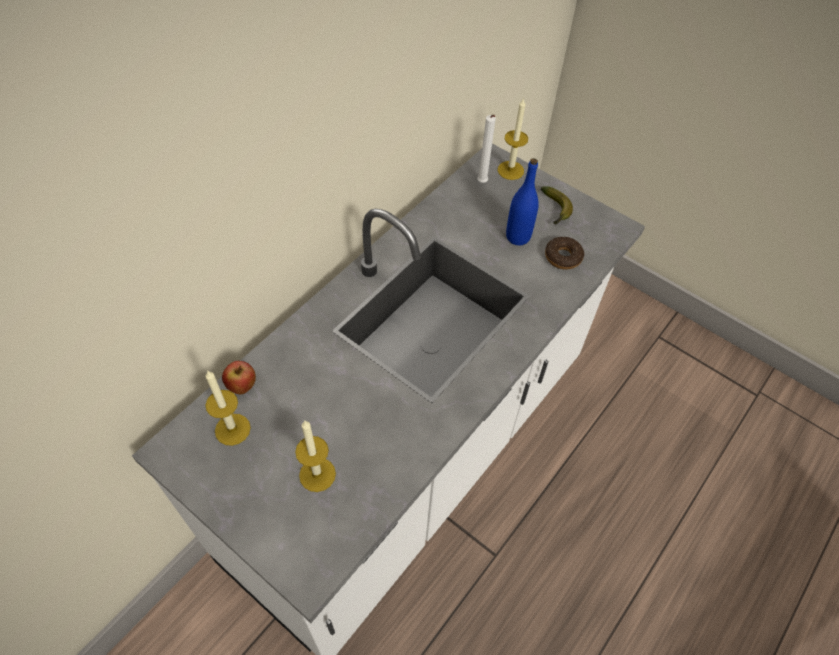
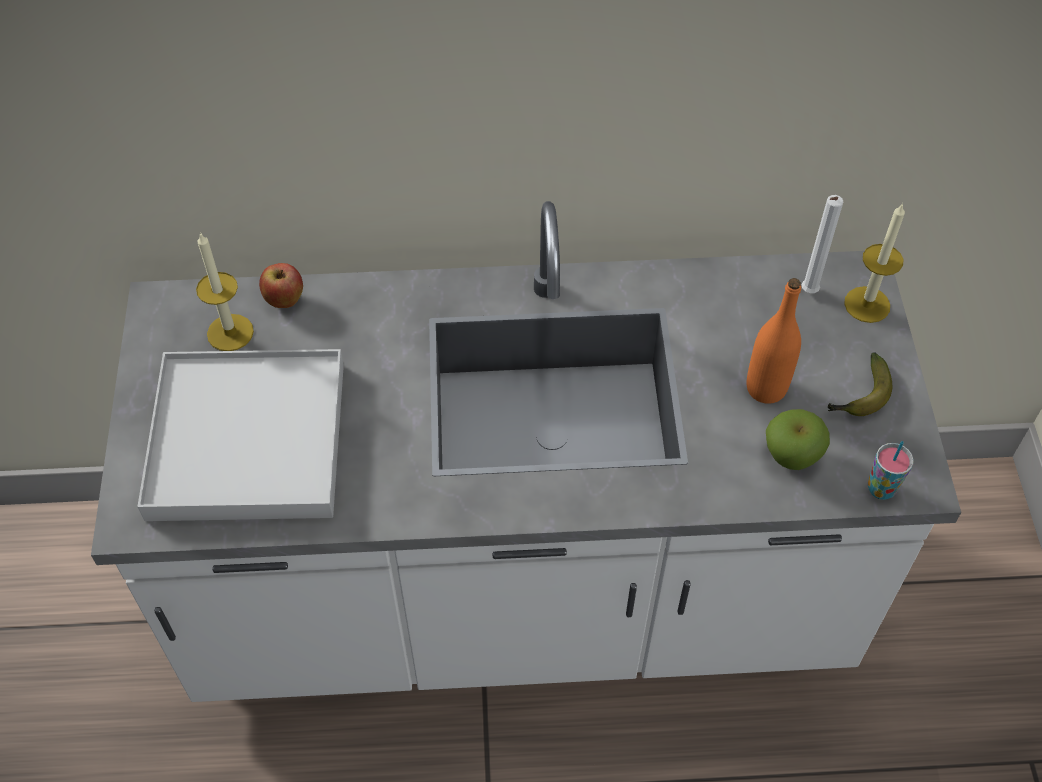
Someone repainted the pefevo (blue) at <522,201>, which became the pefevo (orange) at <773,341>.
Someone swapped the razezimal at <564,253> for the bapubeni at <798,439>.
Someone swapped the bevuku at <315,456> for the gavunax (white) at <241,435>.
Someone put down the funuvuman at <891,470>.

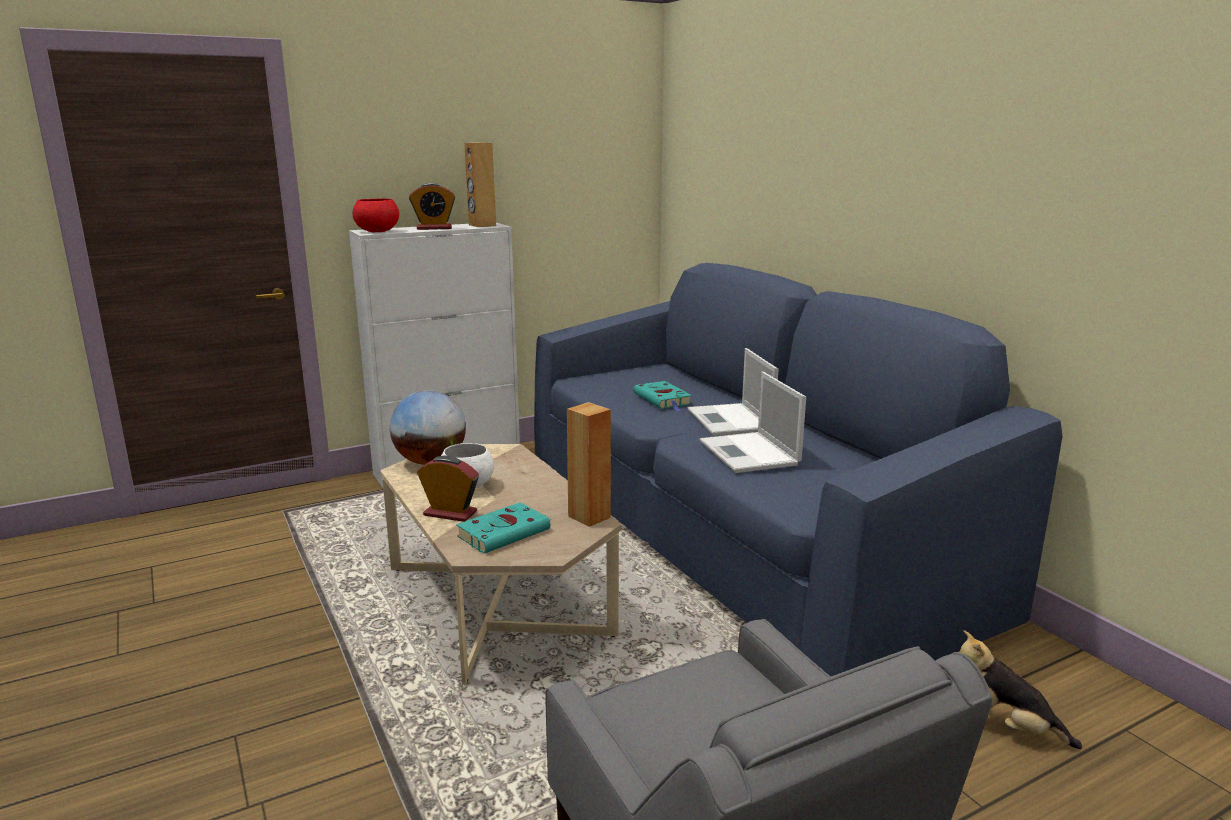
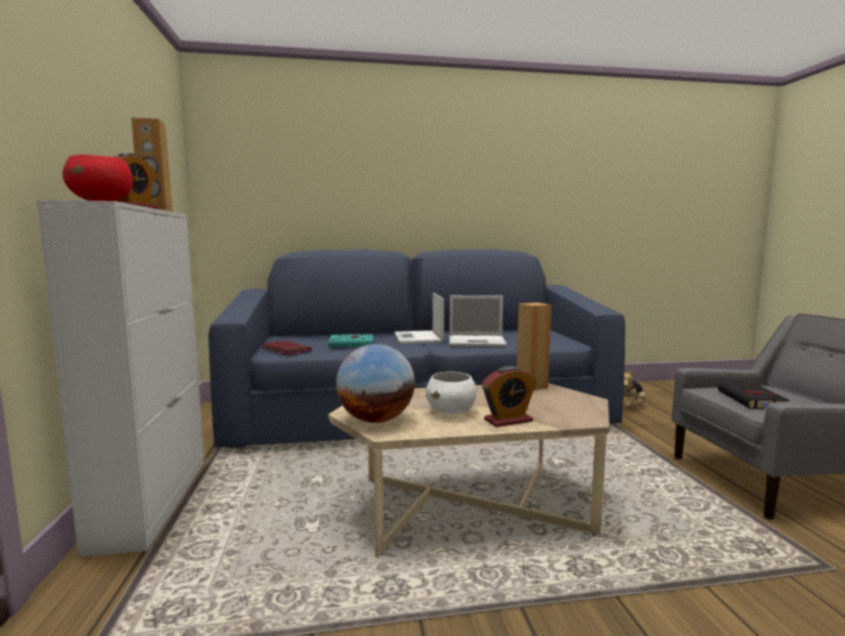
Someone rotated the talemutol at <733,392> by 75 degrees clockwise.
Someone rotated the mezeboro at <448,488> by 150 degrees counterclockwise.
Someone took away the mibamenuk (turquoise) at <503,528>.
Someone put down the mibamenuk (red) at <287,347>.
Someone put down the mibamenuk (black) at <754,396>.

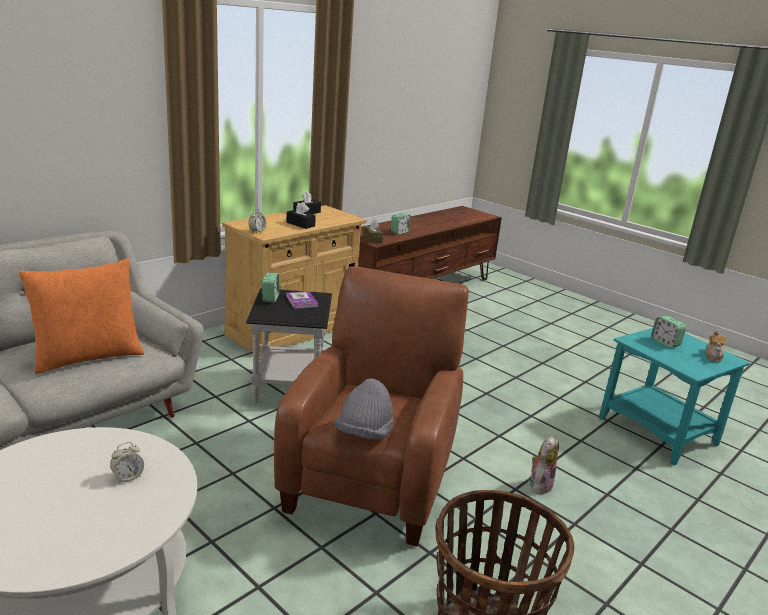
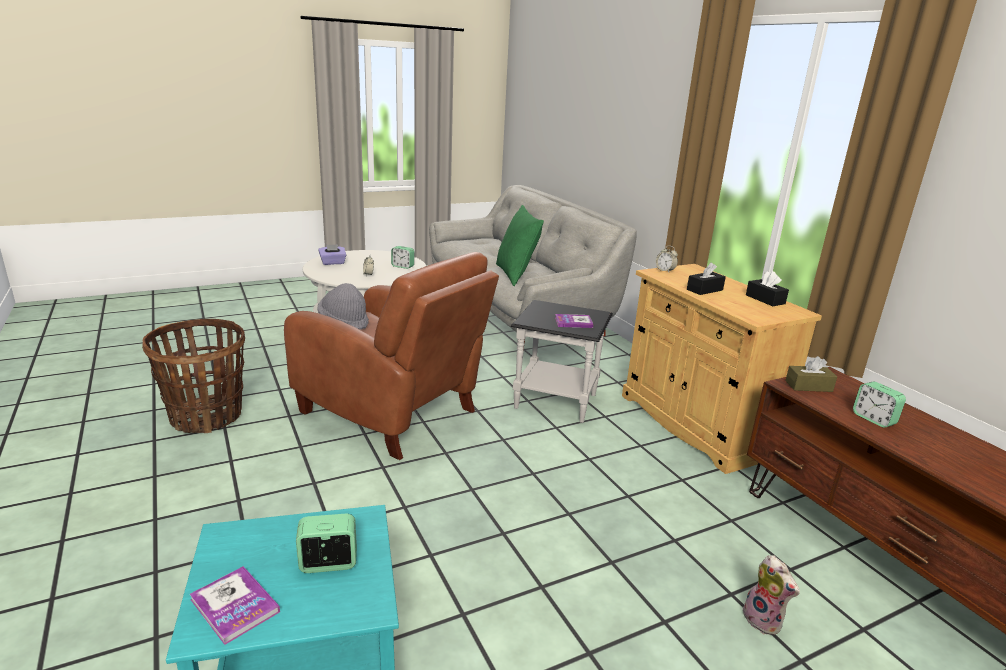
Someone repainted the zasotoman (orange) at <81,316>, which became the zasotoman (green) at <520,245>.
Someone carried the mezeboro from <270,288> to <402,257>.
Someone swapped the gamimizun at <715,346> for the mibamenuk at <235,605>.
Someone carried the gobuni from <544,465> to <771,595>.
Someone put down the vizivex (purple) at <332,254>.

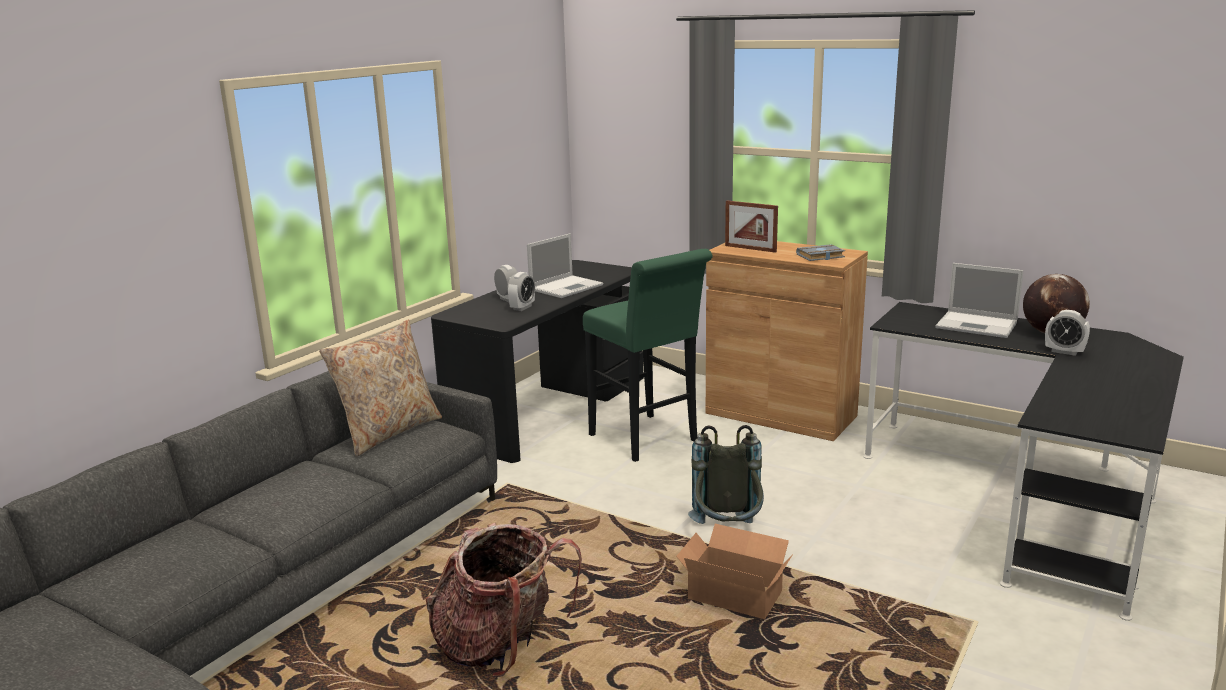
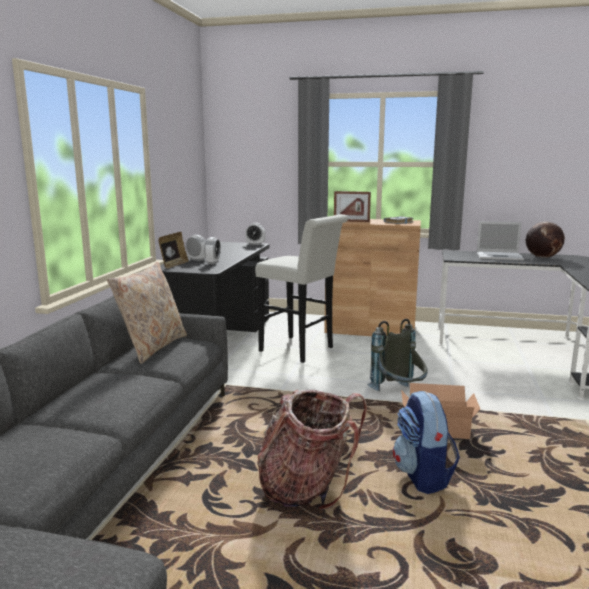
Someone took away the talemutol at <565,265>.
Someone repainted the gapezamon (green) at <647,355>, which became the gapezamon (white) at <301,288>.
Someone carried the mezeboro from <1067,333> to <255,234>.
Someone put down the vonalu at <173,250>.
Someone put down the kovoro at <426,442>.

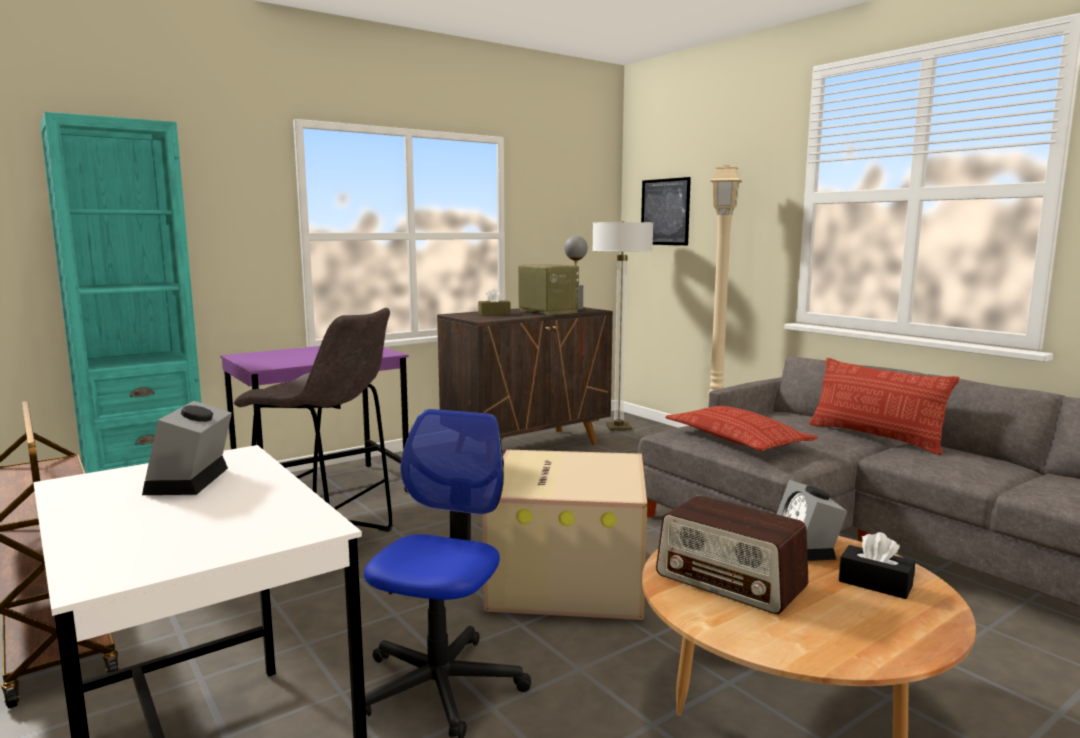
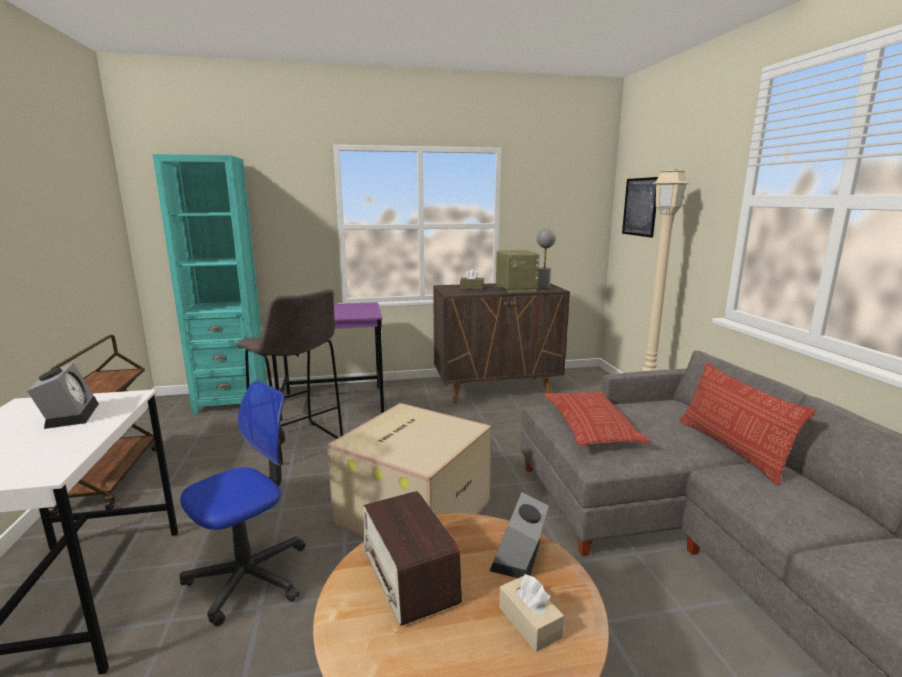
Someone took away the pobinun at <622,326>.
Someone rotated the mezeboro at <187,448> by 135 degrees clockwise.
Someone repainted the vizivex (black) at <877,565>, which became the vizivex (beige) at <531,613>.

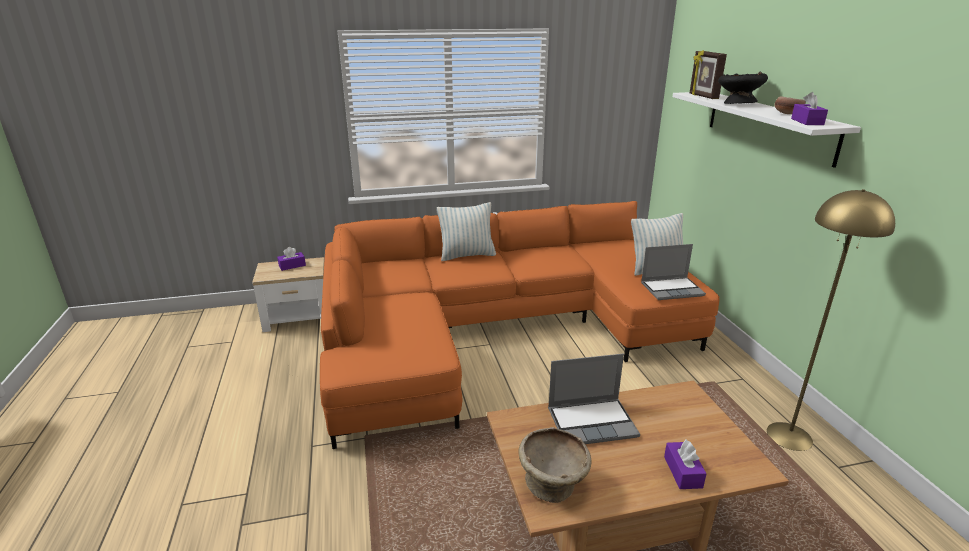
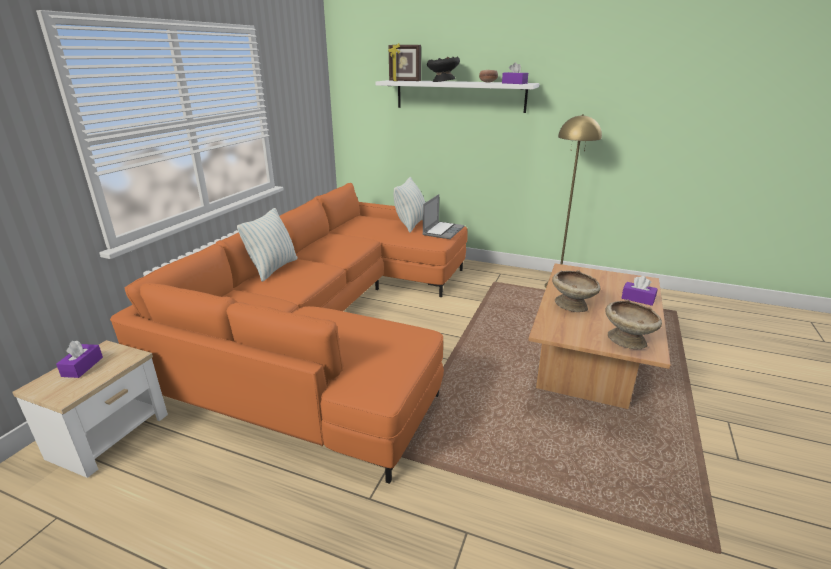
Someone swapped the talemutol at <594,399> for the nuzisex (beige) at <576,291>.

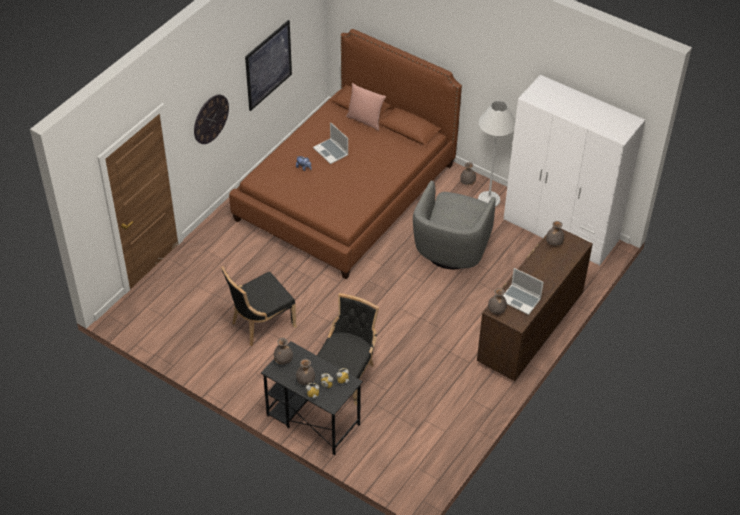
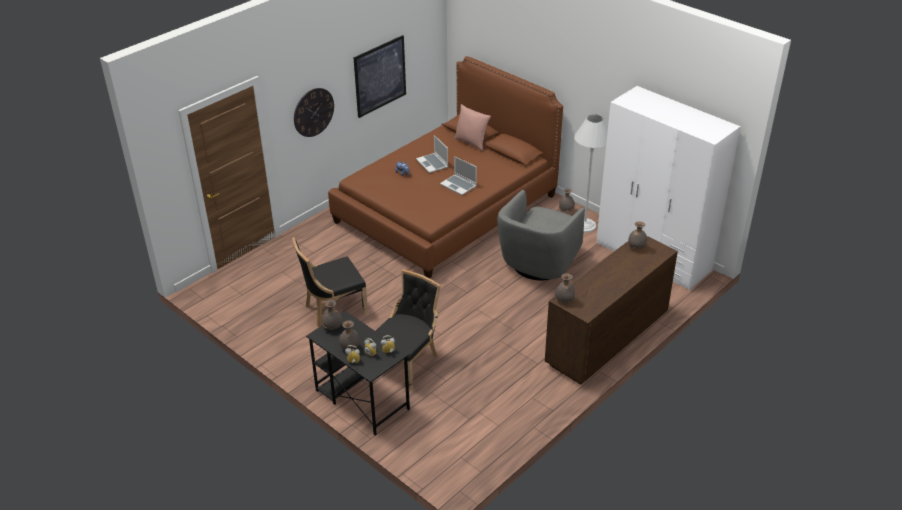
Someone carried the talemutol from <523,291> to <458,175>.

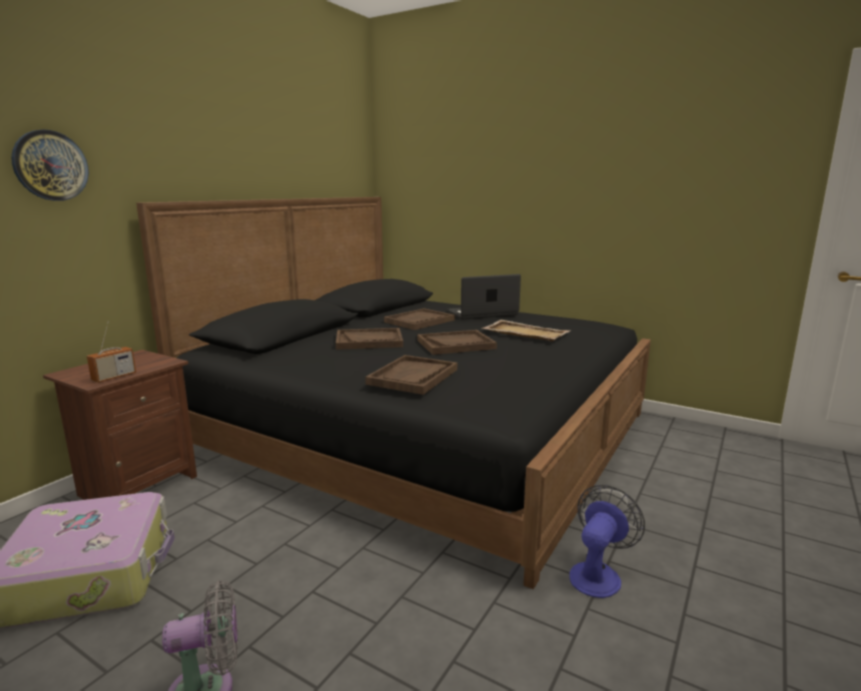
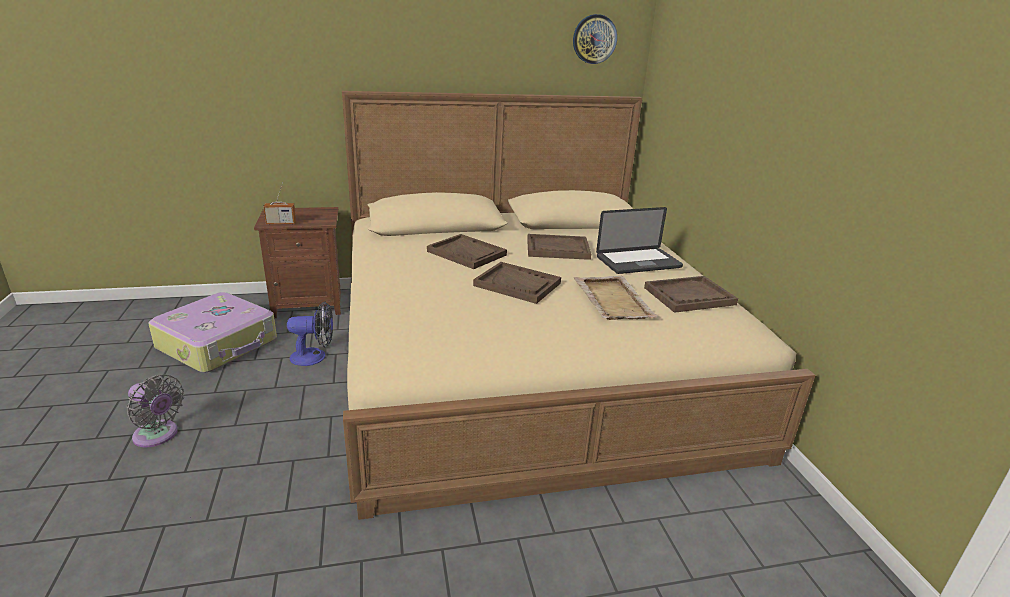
Someone carried the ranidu from <50,165> to <595,39>.
Someone repainted the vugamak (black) at <393,393>, which became the vugamak (beige) at <579,305>.
Someone rotated the talemutol at <484,297> by 135 degrees clockwise.
Someone carried the gavunax (brown) from <411,375> to <691,294>.
Someone carried the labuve from <607,541> to <310,333>.

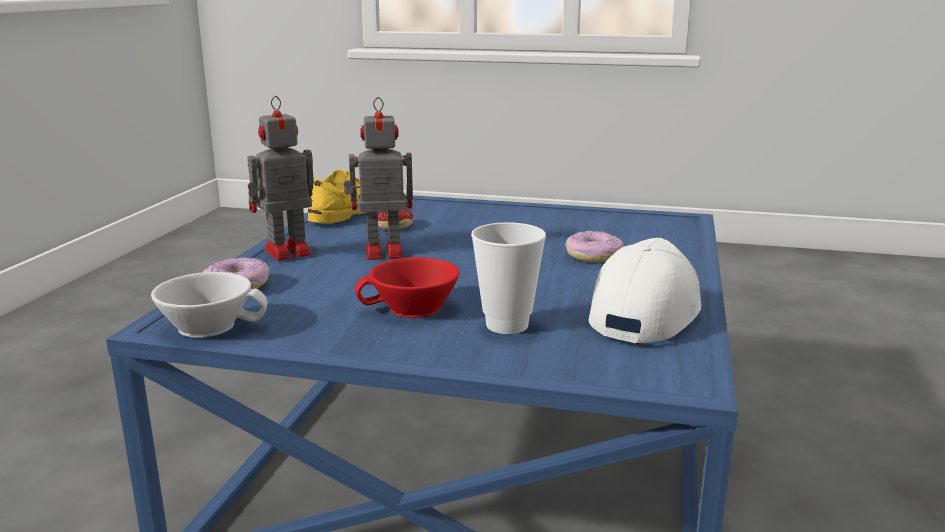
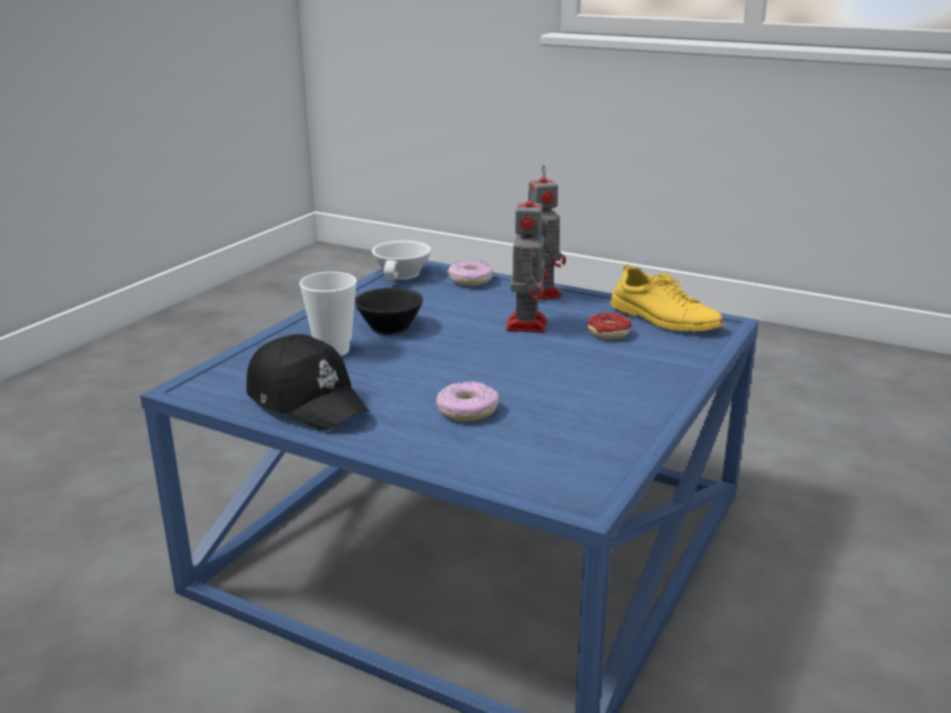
Someone repainted the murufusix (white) at <644,290>, which became the murufusix (black) at <307,382>.
Someone repainted the funuvuman (red) at <407,287>, which became the funuvuman (black) at <389,311>.

